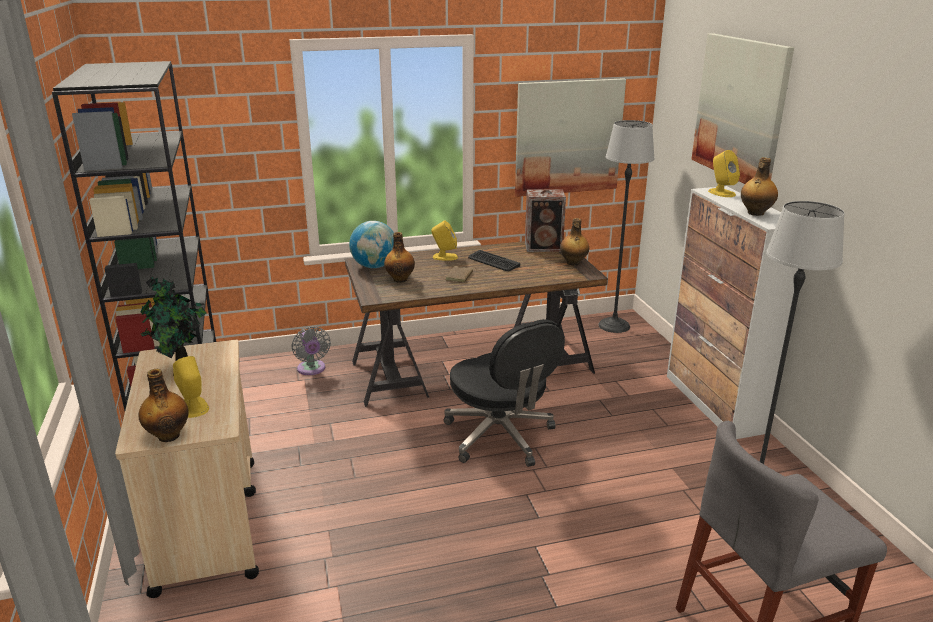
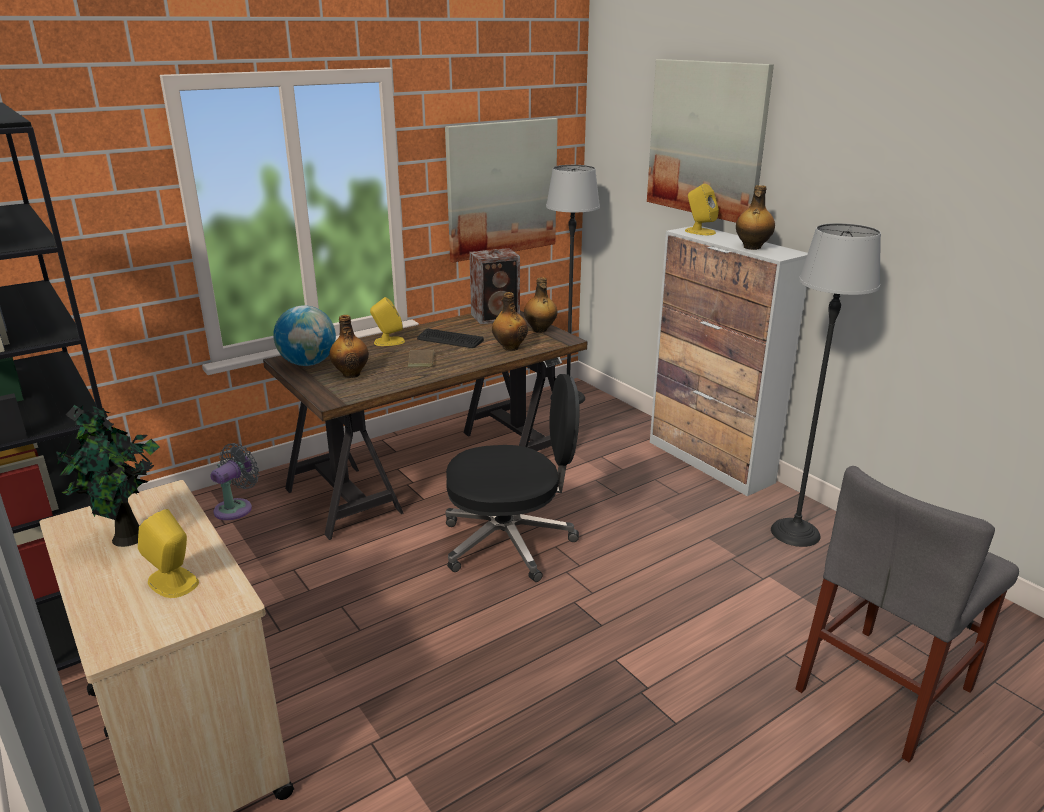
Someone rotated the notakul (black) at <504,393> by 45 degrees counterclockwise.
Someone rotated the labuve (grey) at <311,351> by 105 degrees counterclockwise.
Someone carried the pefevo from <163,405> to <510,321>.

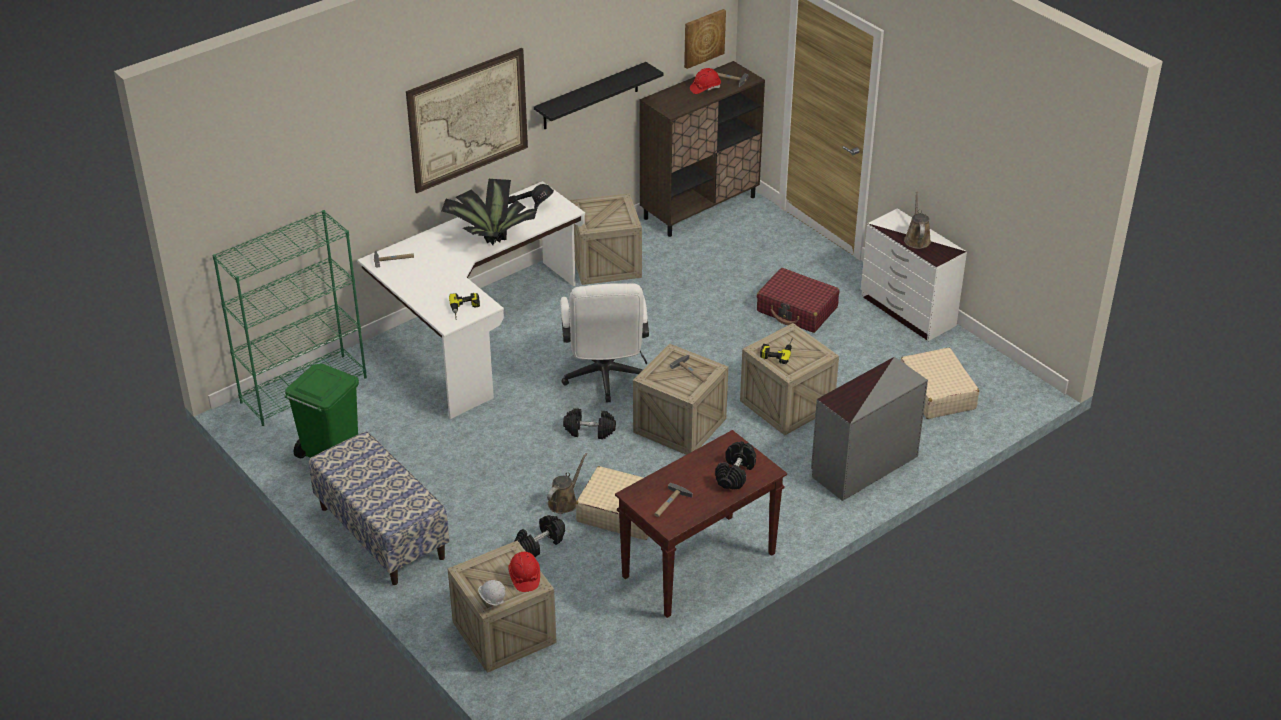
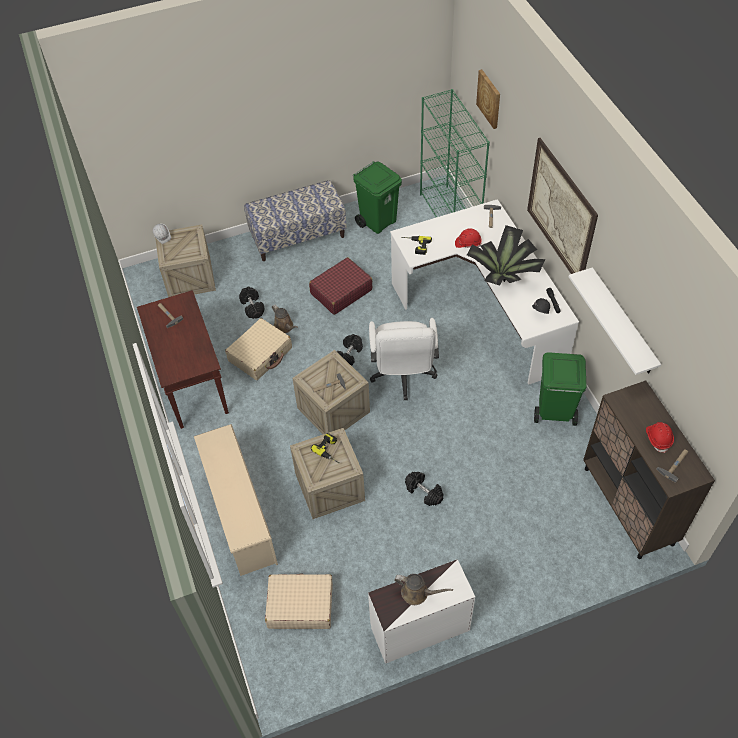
Someone carried the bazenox from <705,39> to <488,99>.
Someone repainted the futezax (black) at <599,95>, which became the futezax (white) at <615,321>.
Someone swapped the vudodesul at <606,239> for the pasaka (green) at <560,389>.
Someone carried the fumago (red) from <798,300> to <340,286>.
Someone rotated the notakul (white) at <604,342> by 105 degrees counterclockwise.
Someone swapped the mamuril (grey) at <869,429> for the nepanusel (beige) at <236,500>.
Someone carried the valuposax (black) from <735,465> to <424,489>.
Someone carried the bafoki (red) from <524,572> to <468,238>.

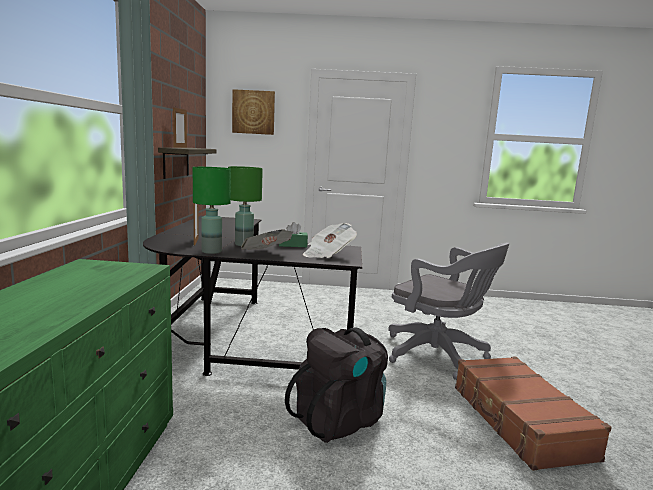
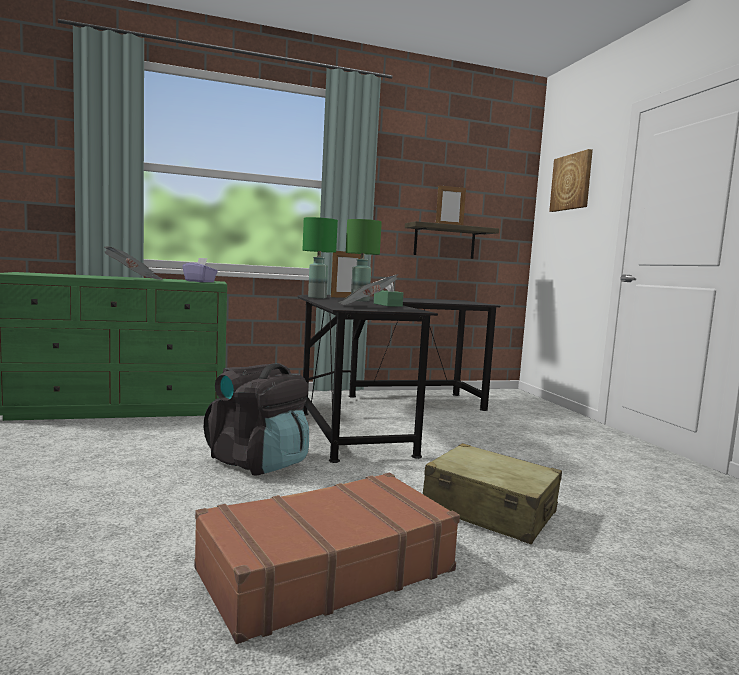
Someone carried the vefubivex from <267,239> to <133,263>.
Someone swapped the notakul (grey) at <449,311> for the fumago (beige) at <492,493>.
Someone put down the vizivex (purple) at <200,270>.

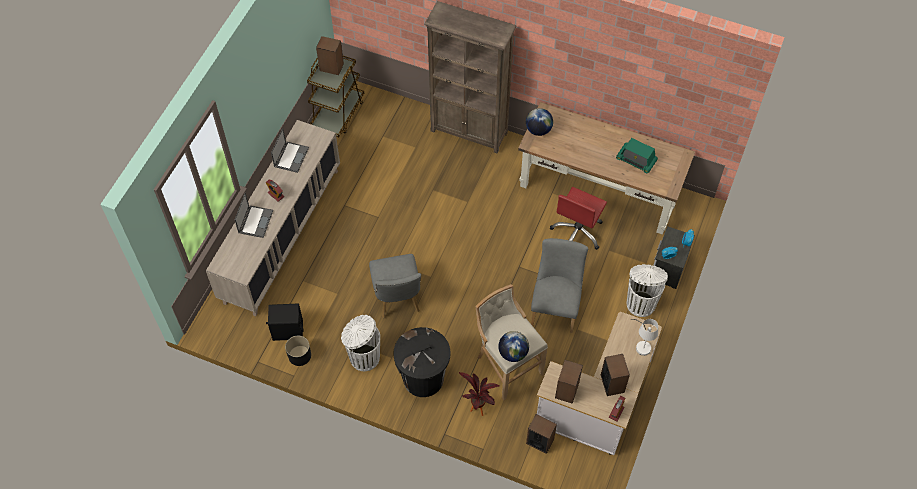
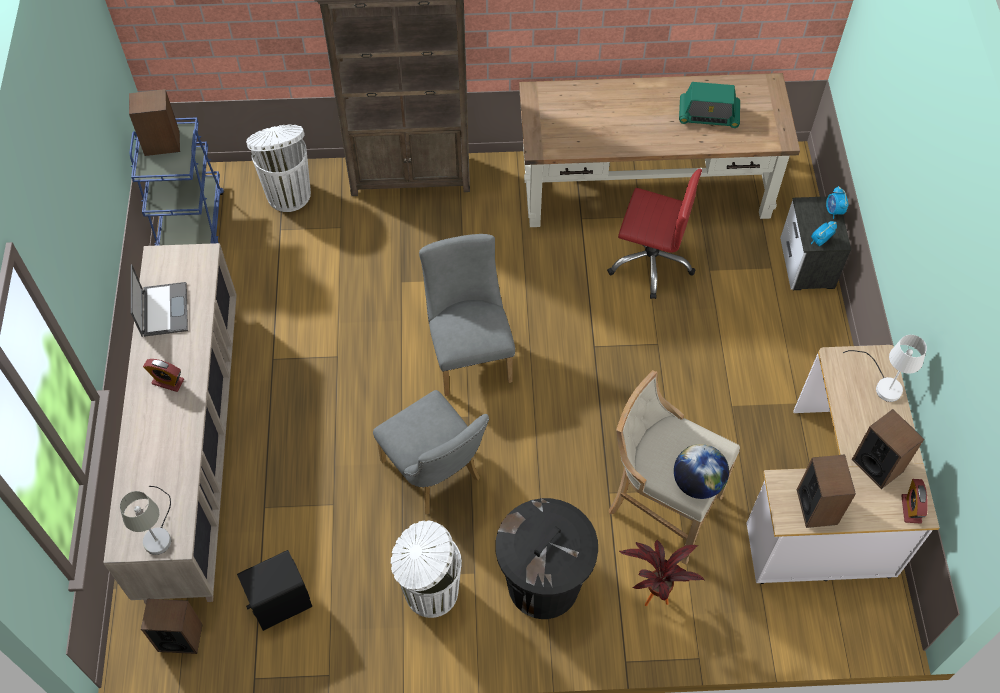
Someone repainted the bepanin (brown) at <335,96>, which became the bepanin (blue) at <177,182>.
Someone took away the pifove at <539,122>.
Someone rotated the notakul (red) at <578,218> by 75 degrees counterclockwise.
Someone took away the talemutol at <254,215>.
Someone carried the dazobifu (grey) from <559,285> to <467,315>.
Someone carried the pasaka (white) from <647,290> to <278,168>.
Someone took away the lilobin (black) at <298,351>.
Someone carried the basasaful from <541,434> to <172,626>.
Someone put down the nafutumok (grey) at <145,520>.

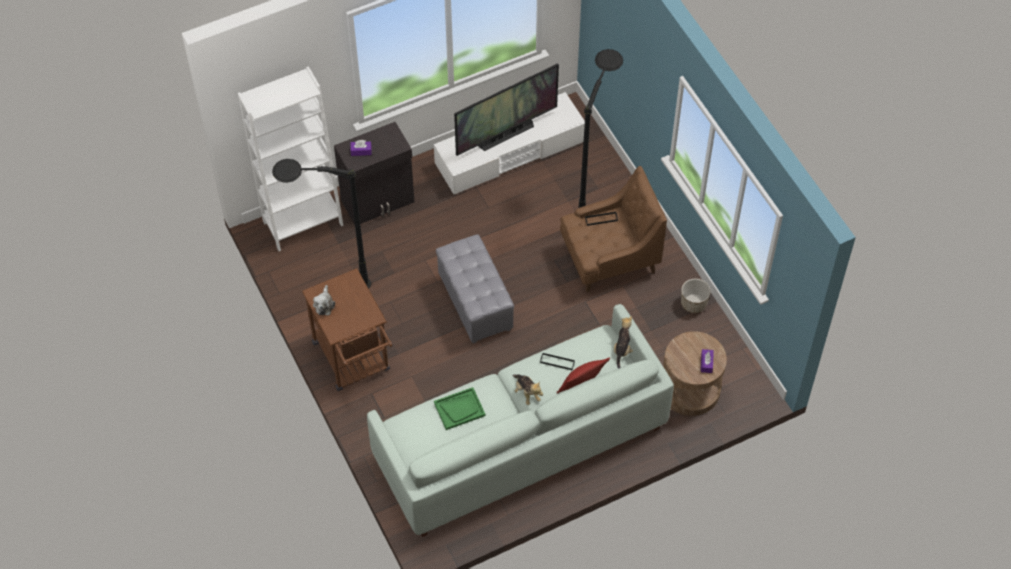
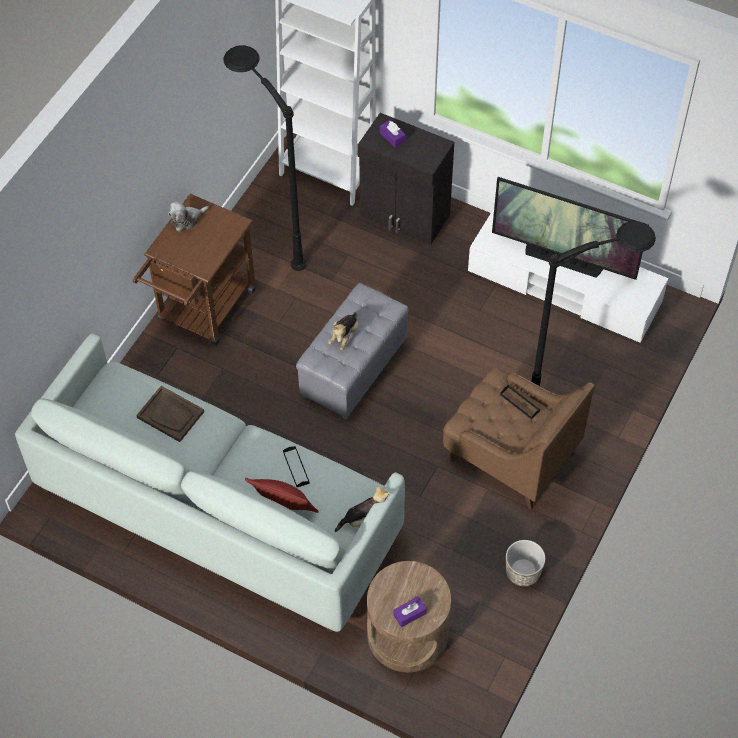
Someone carried the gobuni from <527,390> to <343,331>.
Someone repainted the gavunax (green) at <460,408>, which became the gavunax (brown) at <170,414>.

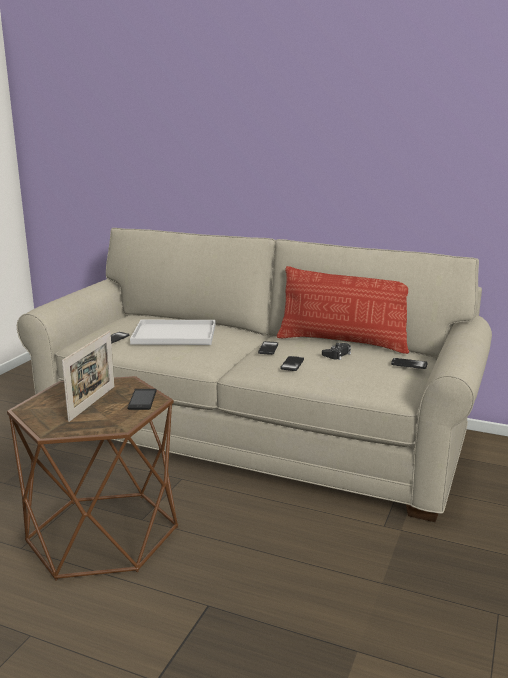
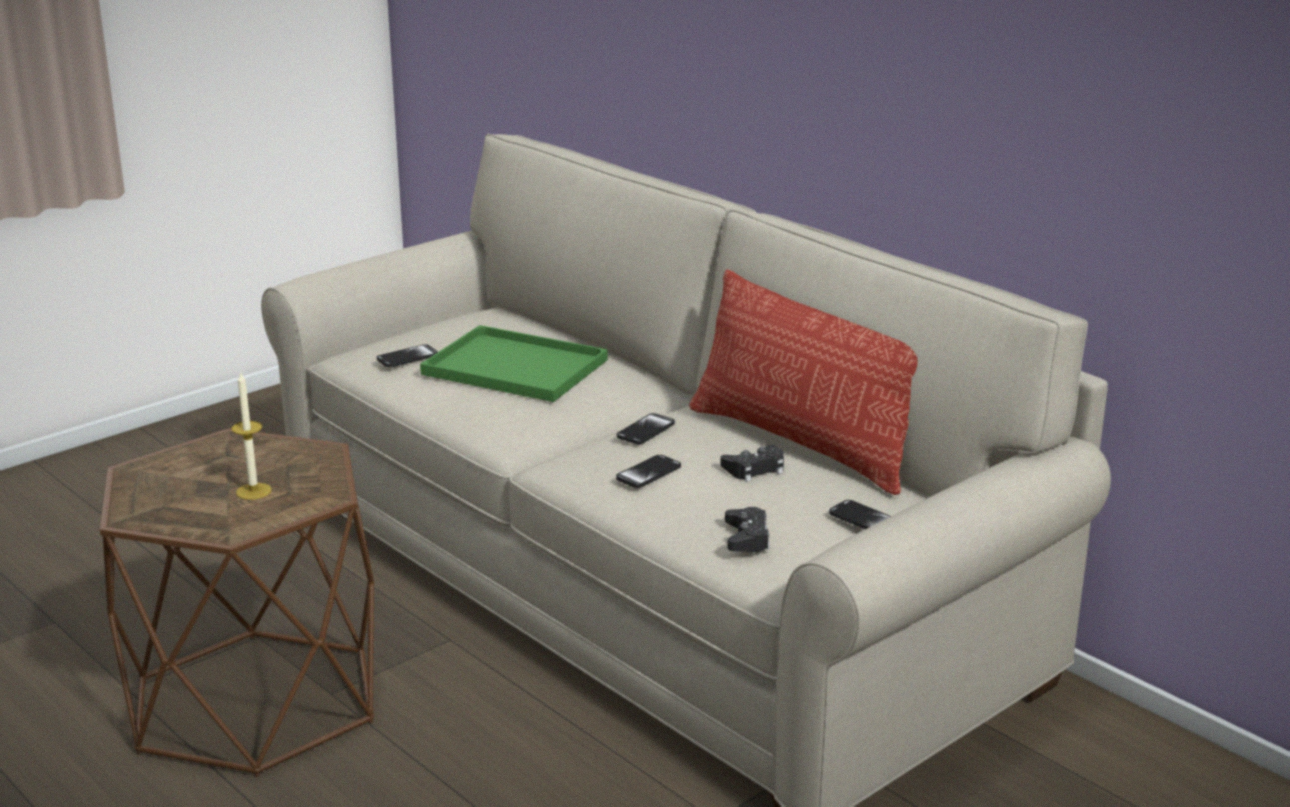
Someone repainted the gavunax (white) at <172,332>, which became the gavunax (green) at <514,363>.
Someone took away the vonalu at <88,376>.
Someone took away the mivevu at <142,399>.
Someone put down the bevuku at <251,436>.
Someone put down the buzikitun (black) at <747,529>.

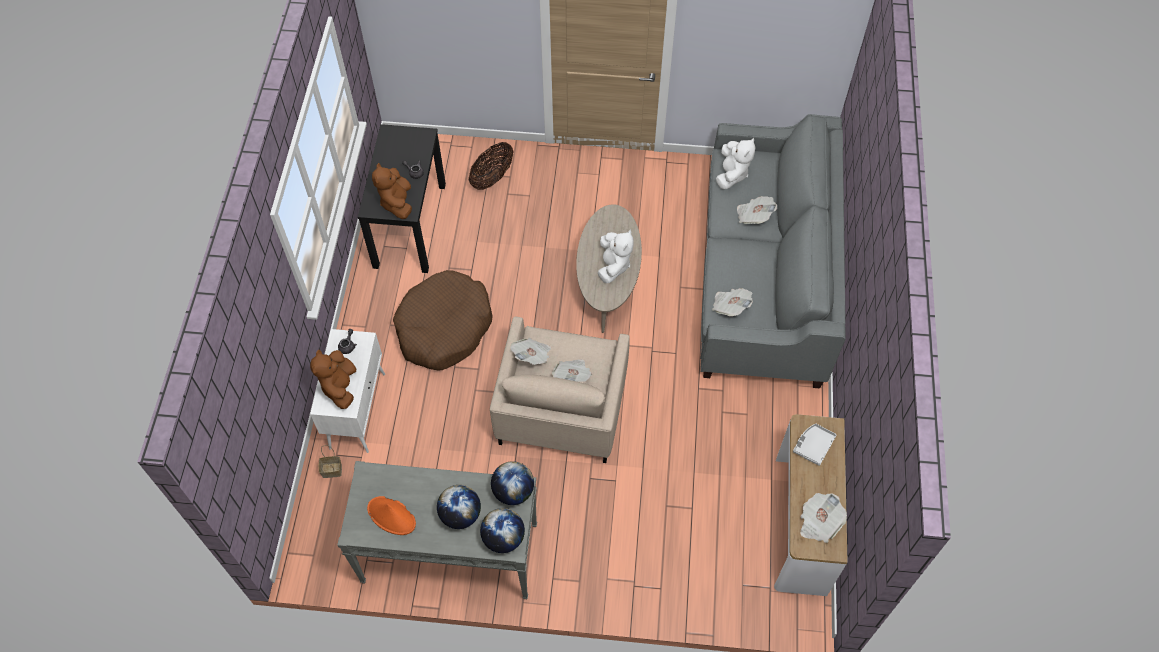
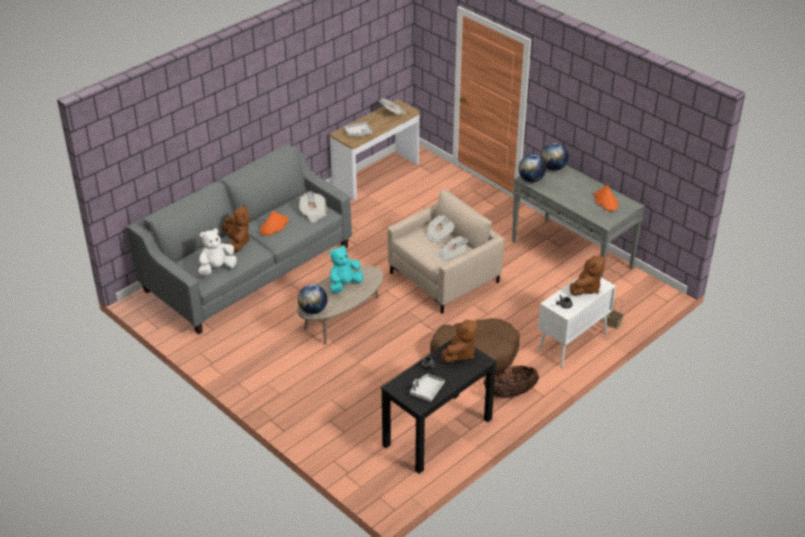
Someone carried the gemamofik from <491,166> to <511,381>.
Someone swapped the vefubivex at <757,210> for the gobuni (brown) at <236,228>.
Someone repainted the gobuni (white) at <616,256>, which became the gobuni (turquoise) at <346,269>.
Someone carried the pifove from <459,507> to <313,299>.
Someone put down the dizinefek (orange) at <274,223>.
Someone put down the gavunax (grey) at <427,388>.

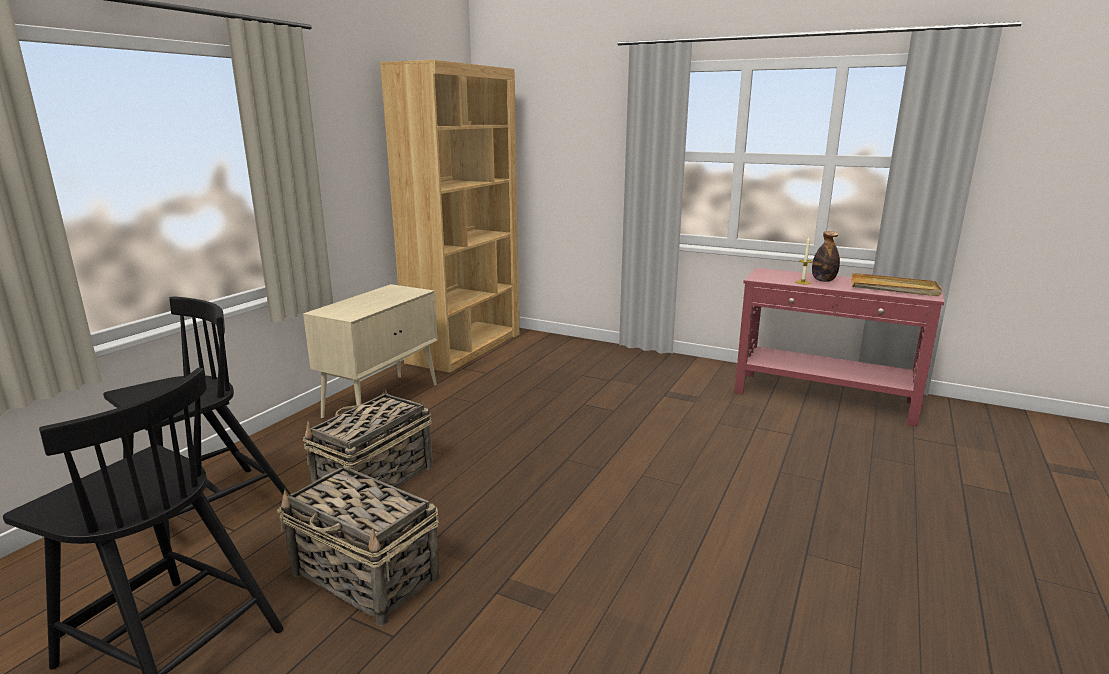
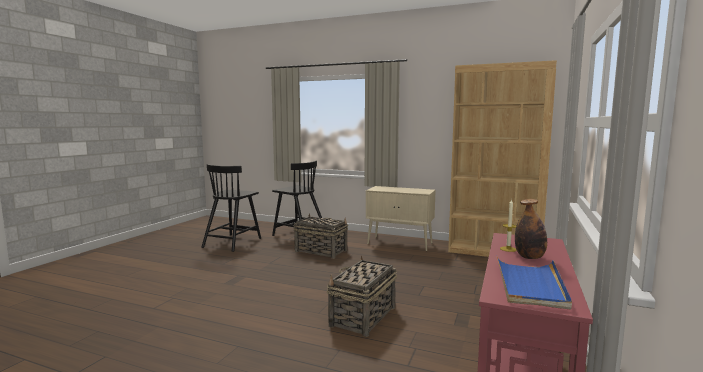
Someone repainted the gavunax (beige) at <896,284>, which became the gavunax (blue) at <534,283>.
Someone carried the gemamofik from <358,546> to <362,296>.

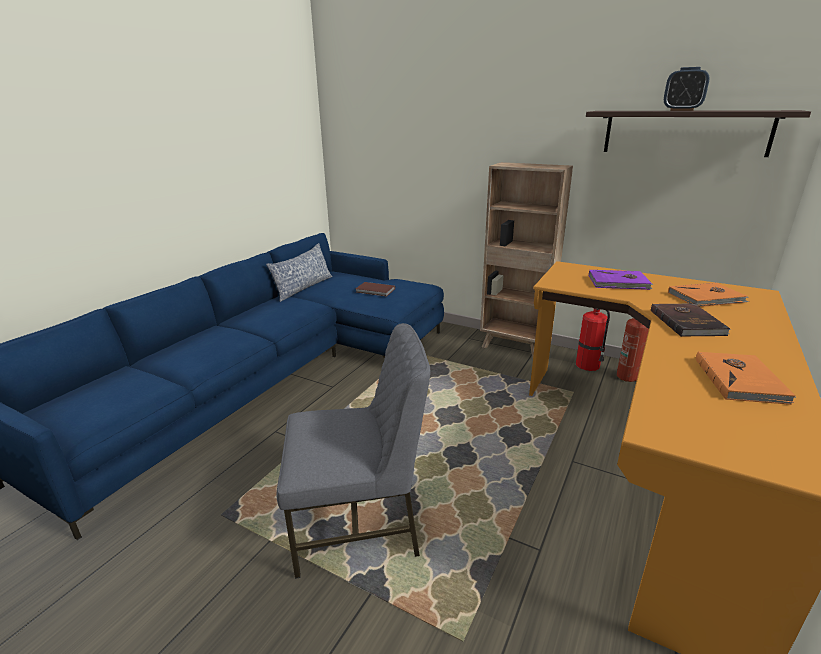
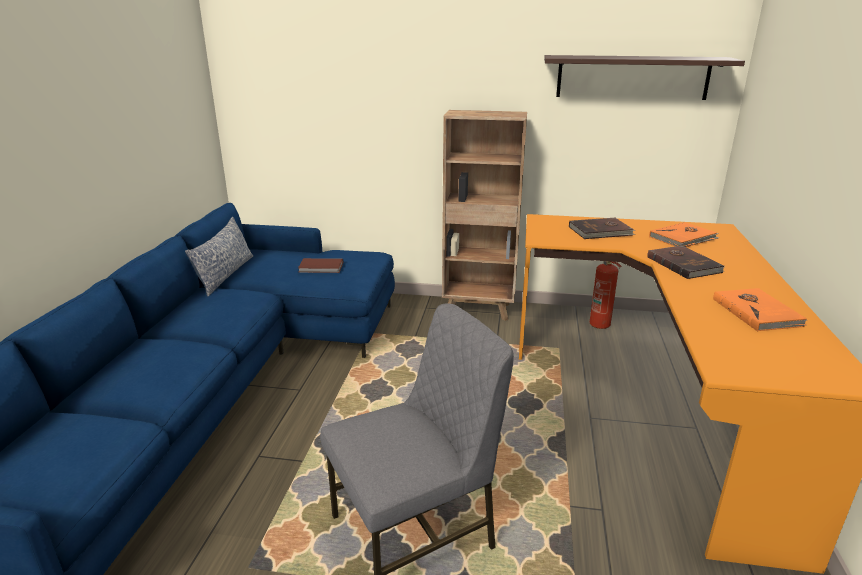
Someone took away the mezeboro at <687,89>.
Someone repainted the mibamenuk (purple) at <621,280>, which became the mibamenuk (brown) at <602,228>.
Someone took away the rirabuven at <593,339>.

